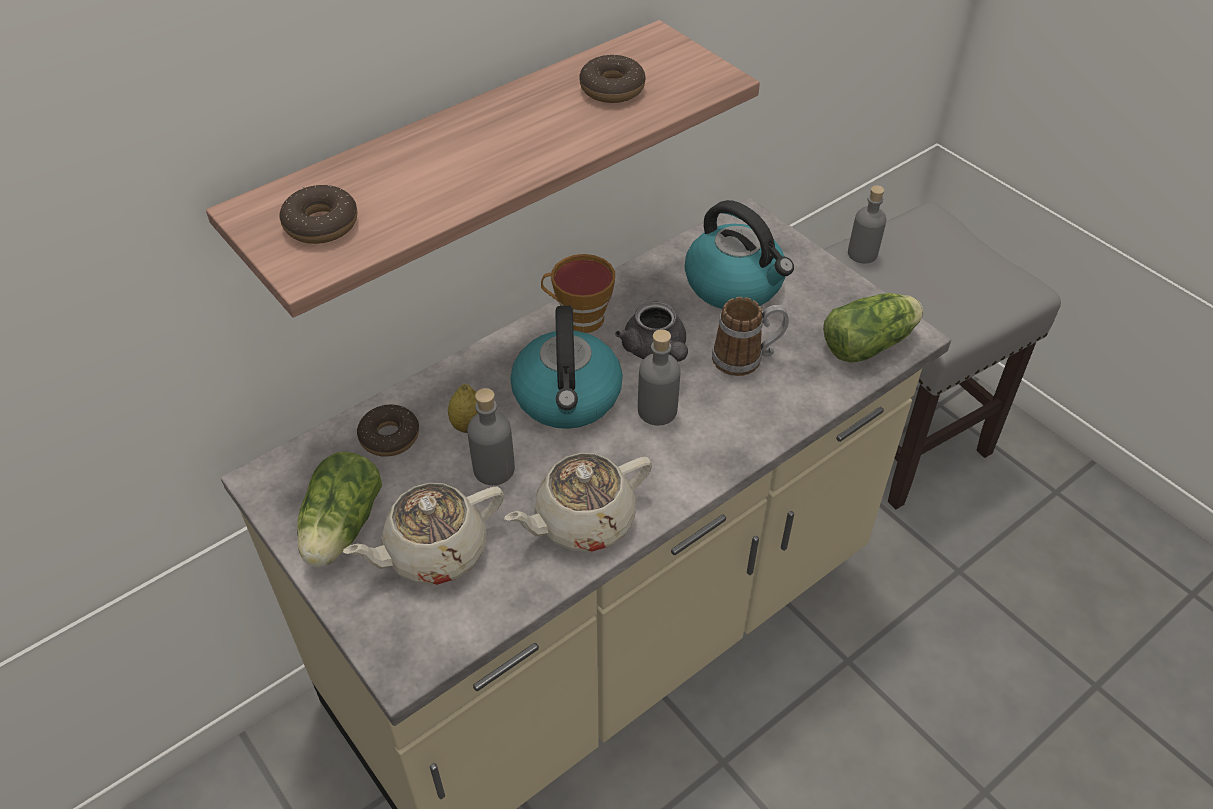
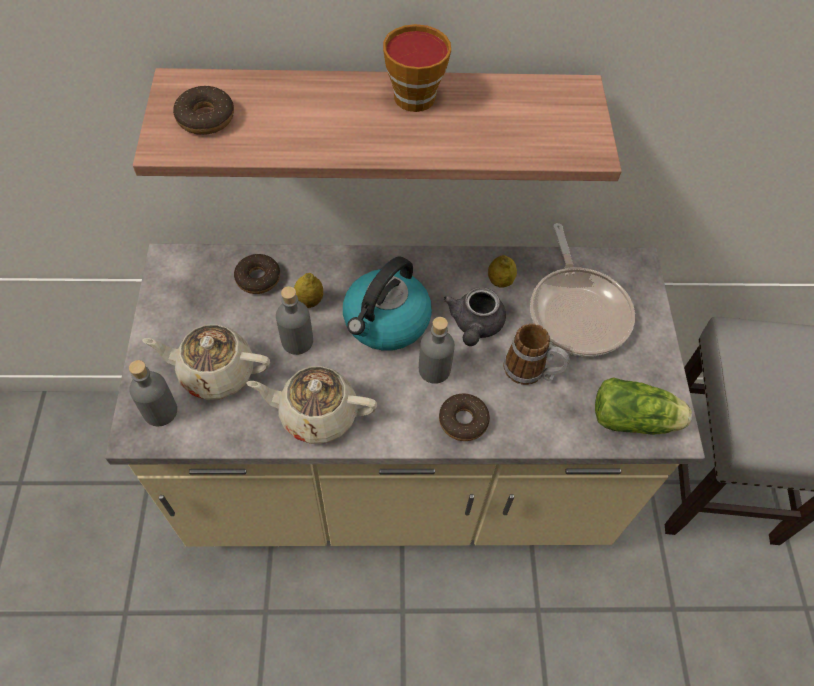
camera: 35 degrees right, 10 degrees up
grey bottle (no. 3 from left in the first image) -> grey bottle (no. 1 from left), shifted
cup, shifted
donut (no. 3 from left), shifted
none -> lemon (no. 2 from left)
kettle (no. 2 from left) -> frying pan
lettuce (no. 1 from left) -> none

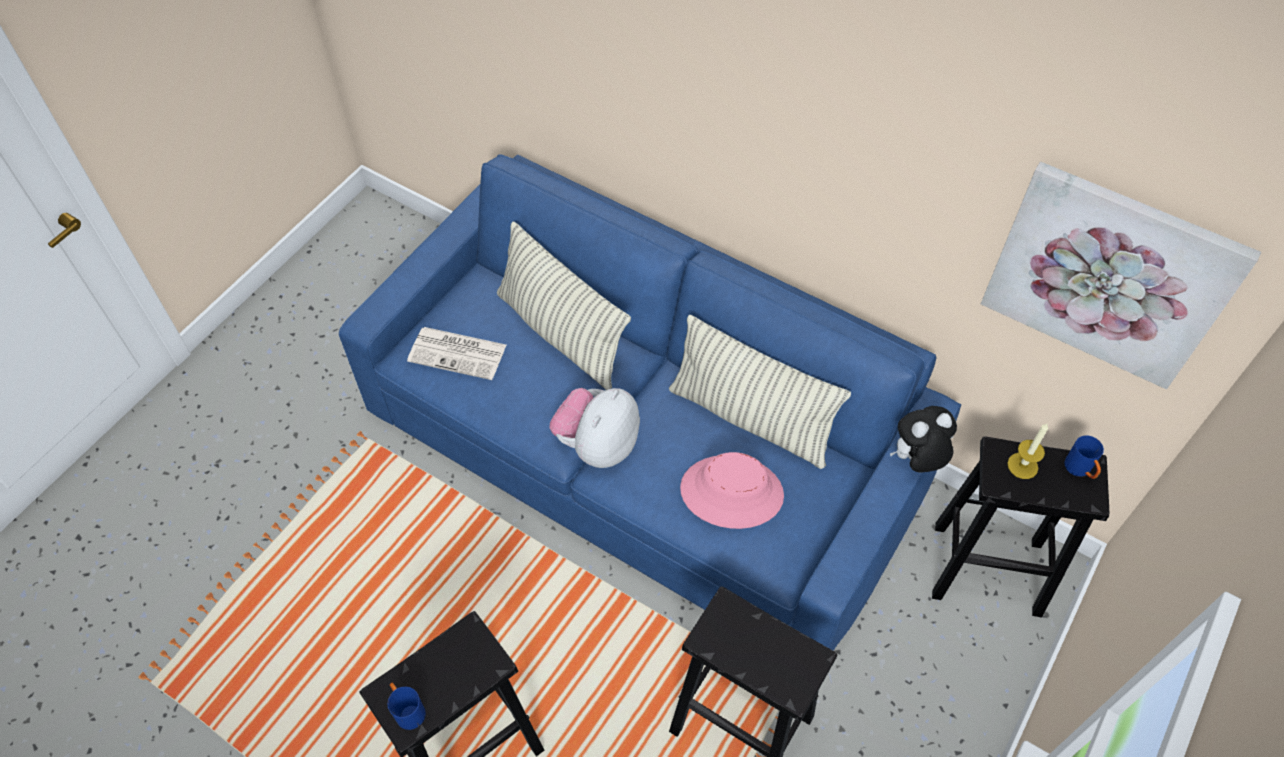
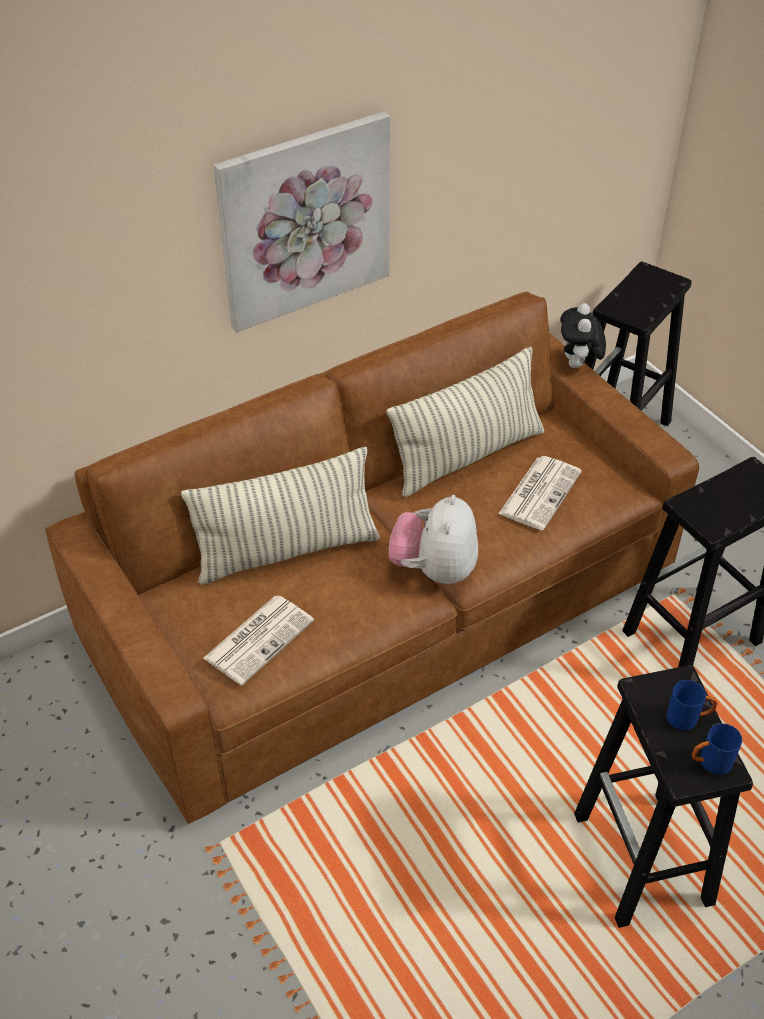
camera: 65 degrees left, 10 degrees down
blue sofa -> brown sofa
picture, shifted
plush toy (no. 1 from left), 45 degrees clockwise
pink hat -> newspaper (no. 2 from left)
blue mug (no. 2 from left in the first image) -> blue mug (no. 1 from left), shifted
candle -> none

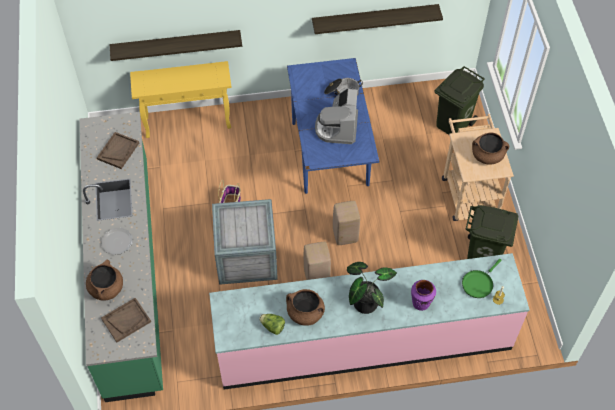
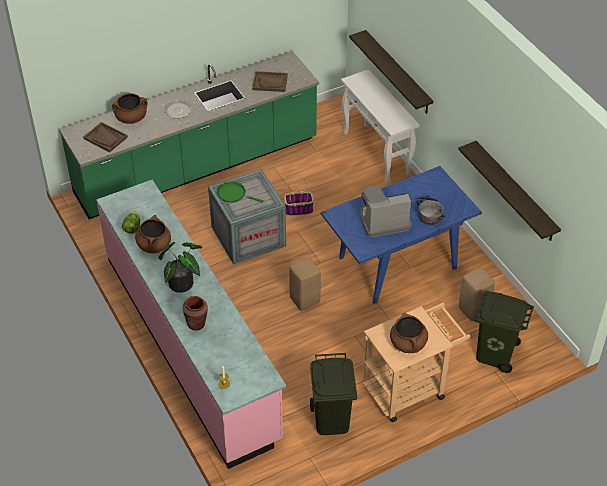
camera: 70 degrees right, 10 degrees down
purple vase -> brown vase
green frying pan, shifted
yellow console table -> white console table
beige stool (no. 1 from left in the first image) -> beige stool (no. 2 from left), shifted

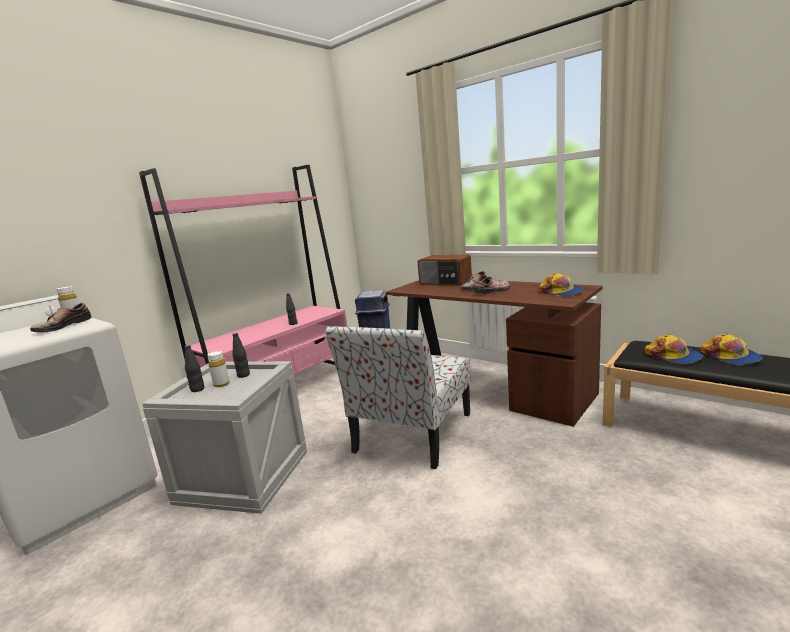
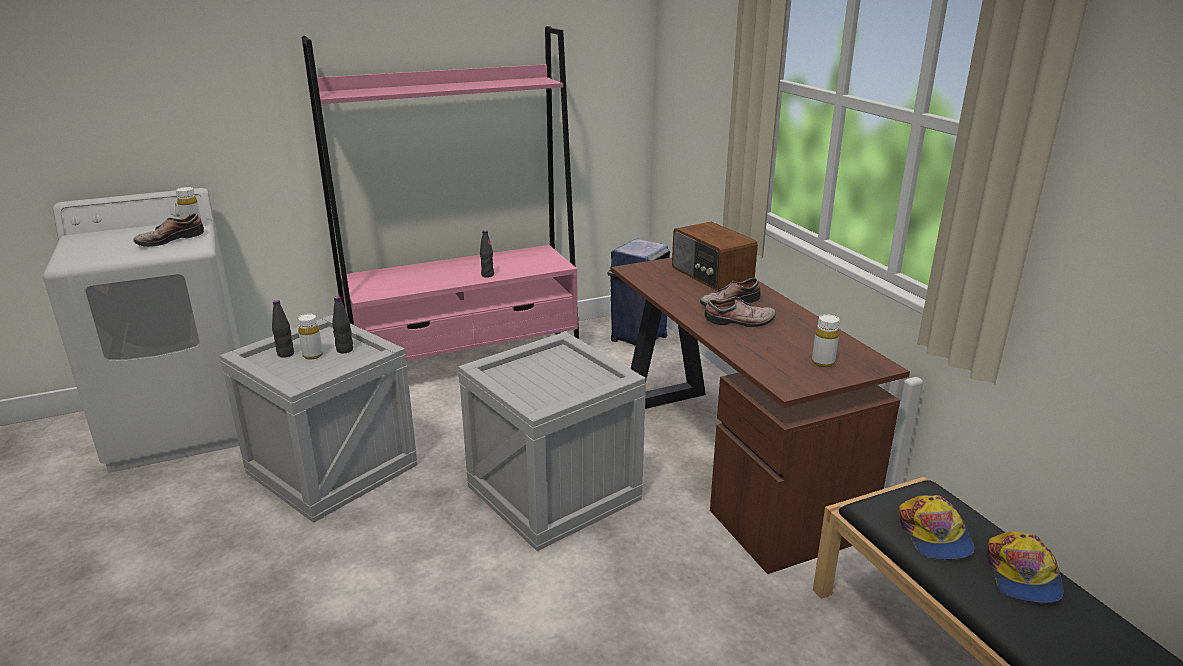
camera: 25 degrees right, 10 degrees up
chair -> crate (no. 2 from left)
cap (no. 1 from left) -> white bottle (no. 3 from left)

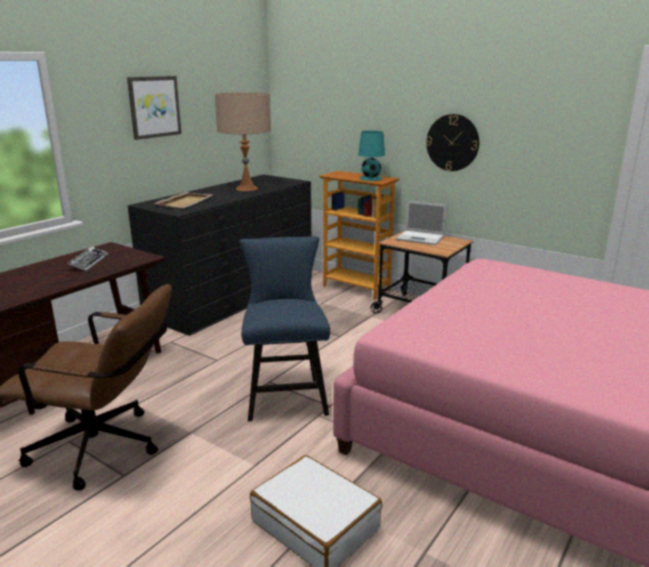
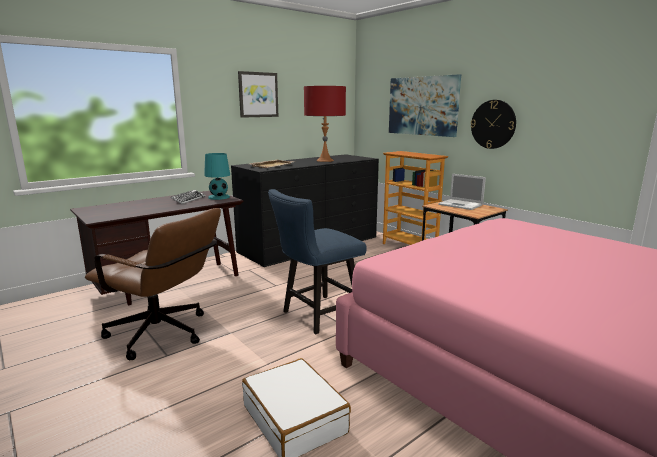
camera: 15 degrees right, 5 degrees down
turquoise table lamp, shifted
blue chair, 135 degrees counterclockwise
beige table lamp -> red table lamp
none -> picture (no. 2 from left)

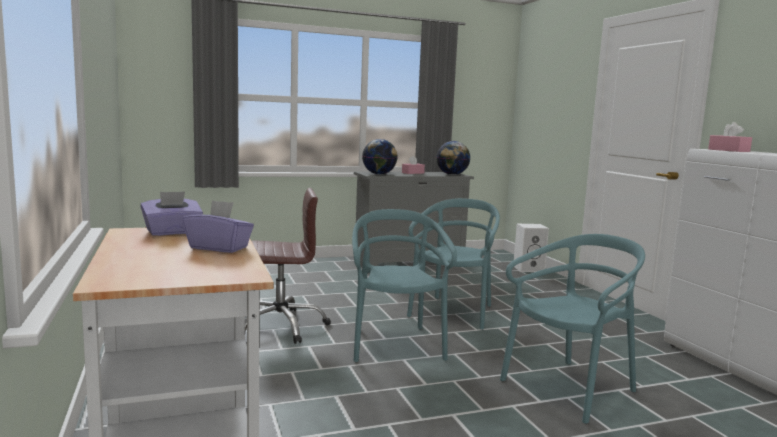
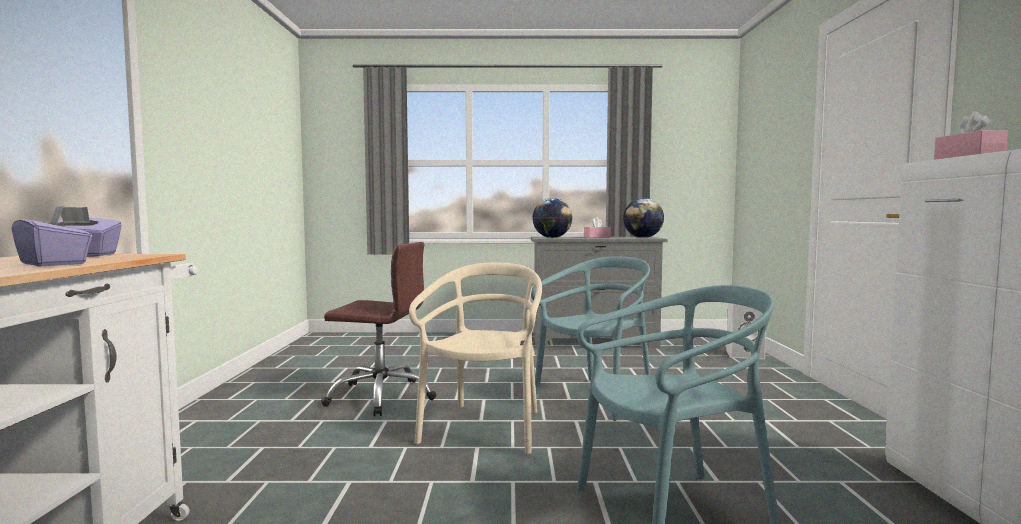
camera: 20 degrees right, 5 degrees down
turquoise chair (no. 1 from left) -> beige chair

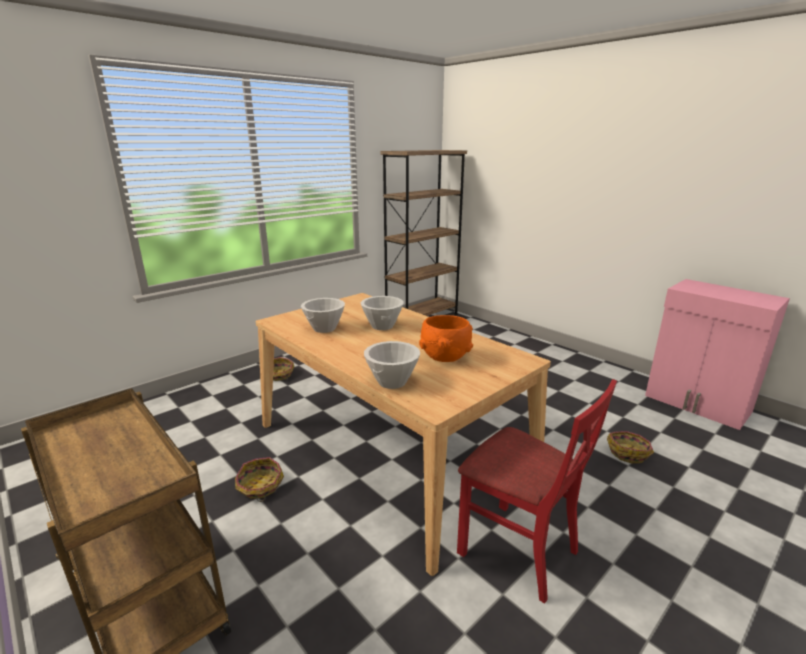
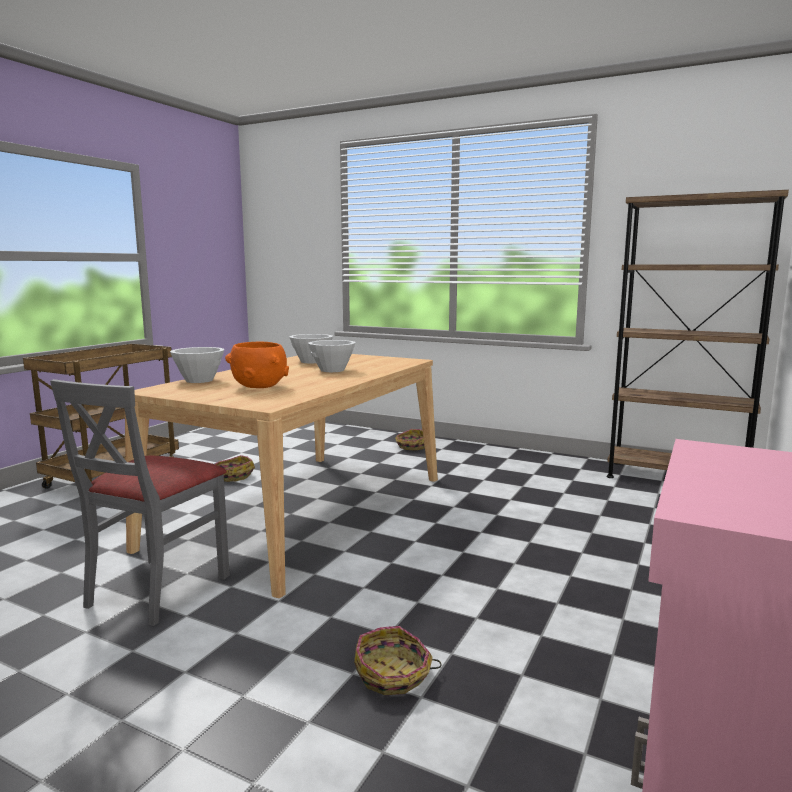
camera: 70 degrees right, 10 degrees down
red chair -> grey chair

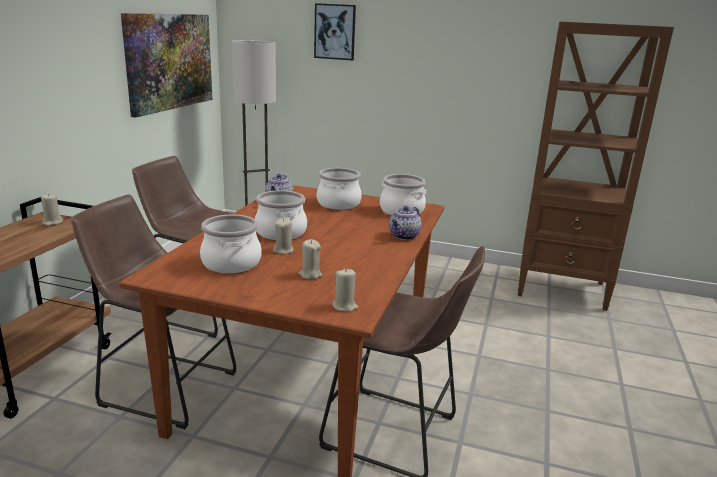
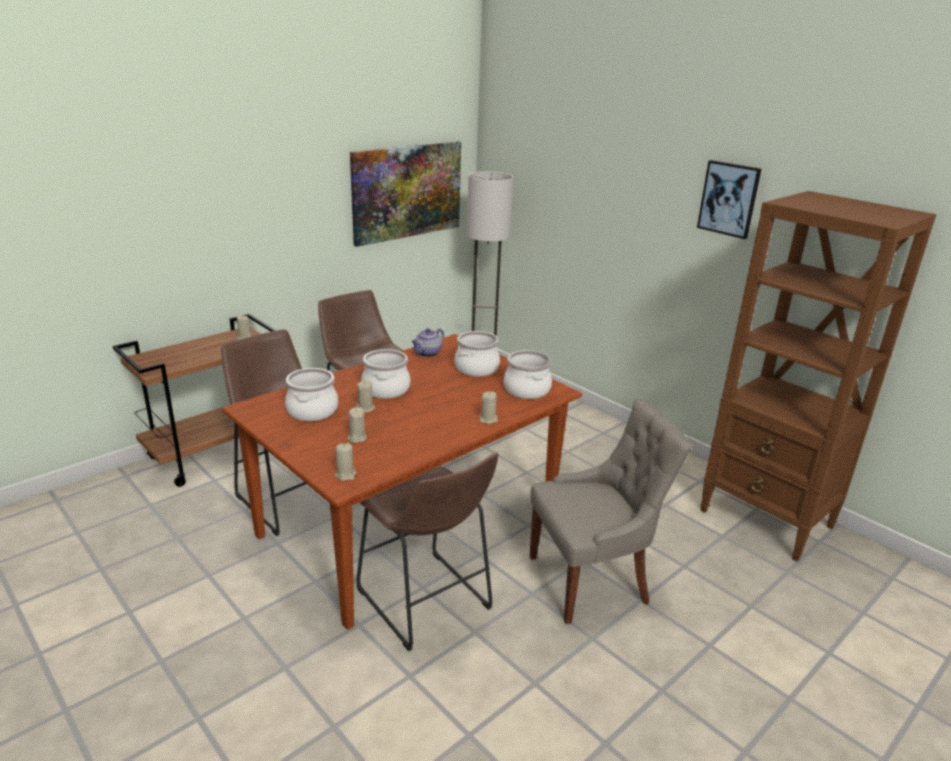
camera: 30 degrees right, 5 degrees up
teapot (no. 2 from left) -> beige candle (no. 5 from left)
none -> grey chair
picture (no. 2 from left), shifted

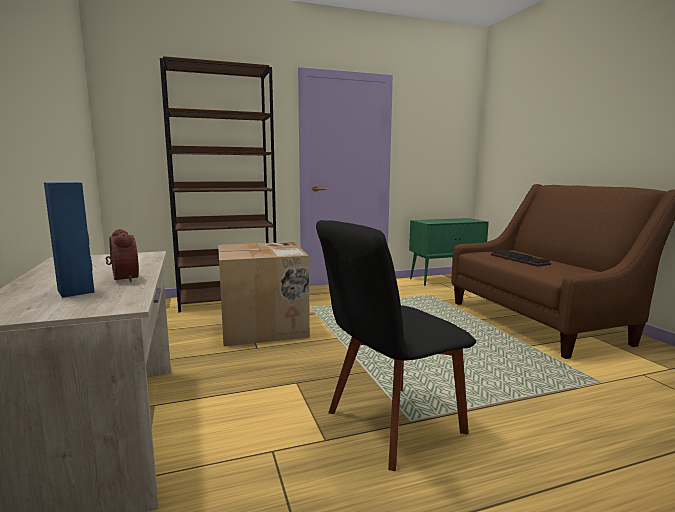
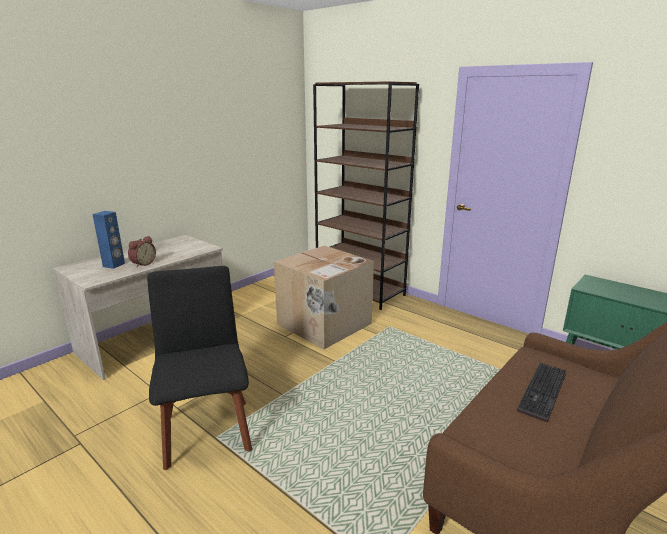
camera: 60 degrees right, 10 degrees up
black chair, 45 degrees clockwise

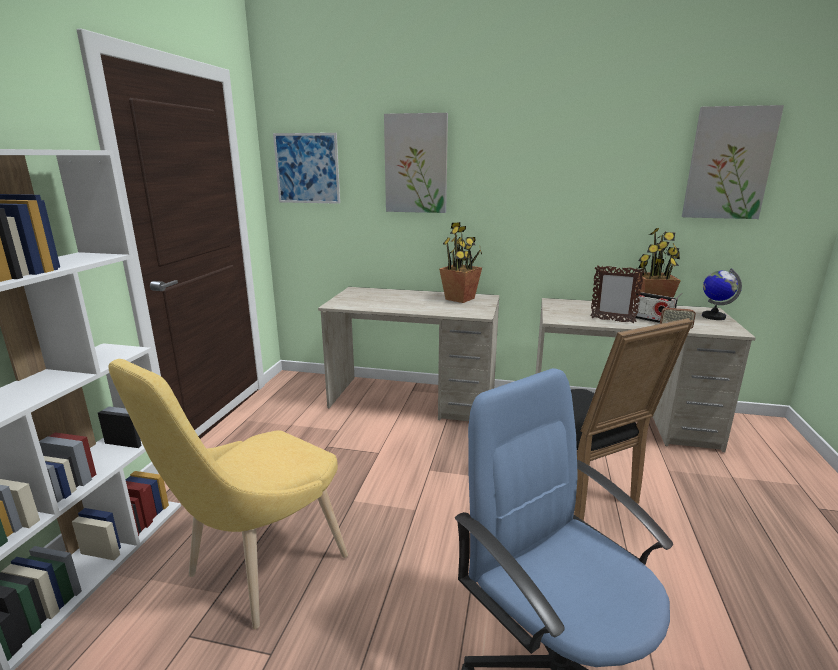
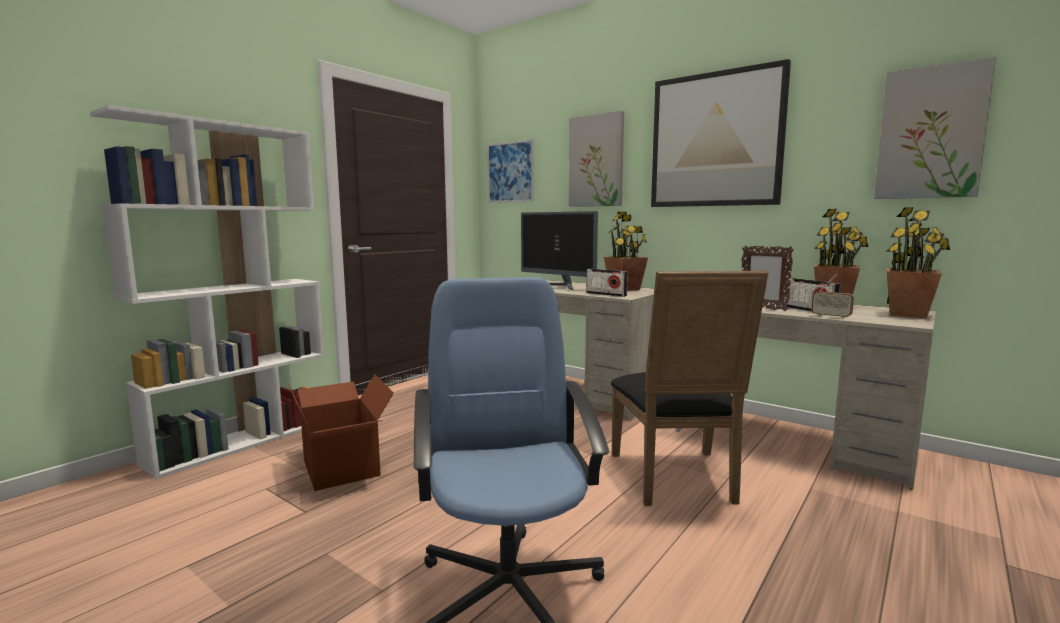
camera: 25 degrees right, 10 degrees down
yellow chair -> cardboard box
none -> monitor
none -> radio (no. 1 from left)
none -> picture (no. 3 from left)
globe -> potted plant (no. 3 from left)

